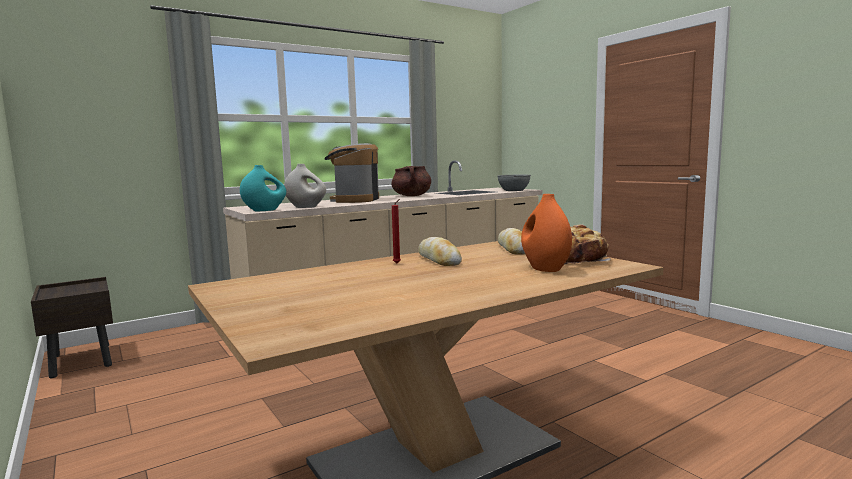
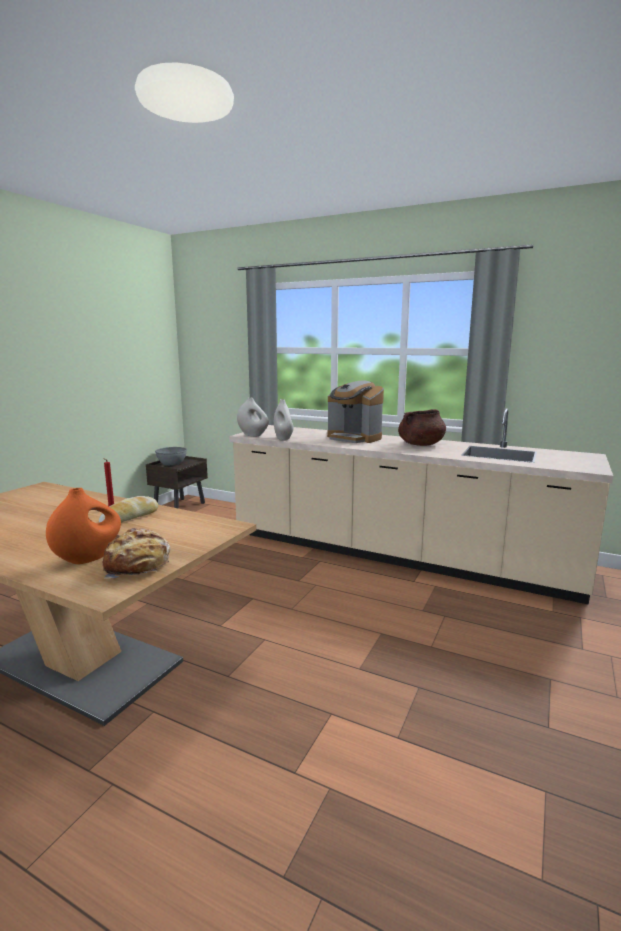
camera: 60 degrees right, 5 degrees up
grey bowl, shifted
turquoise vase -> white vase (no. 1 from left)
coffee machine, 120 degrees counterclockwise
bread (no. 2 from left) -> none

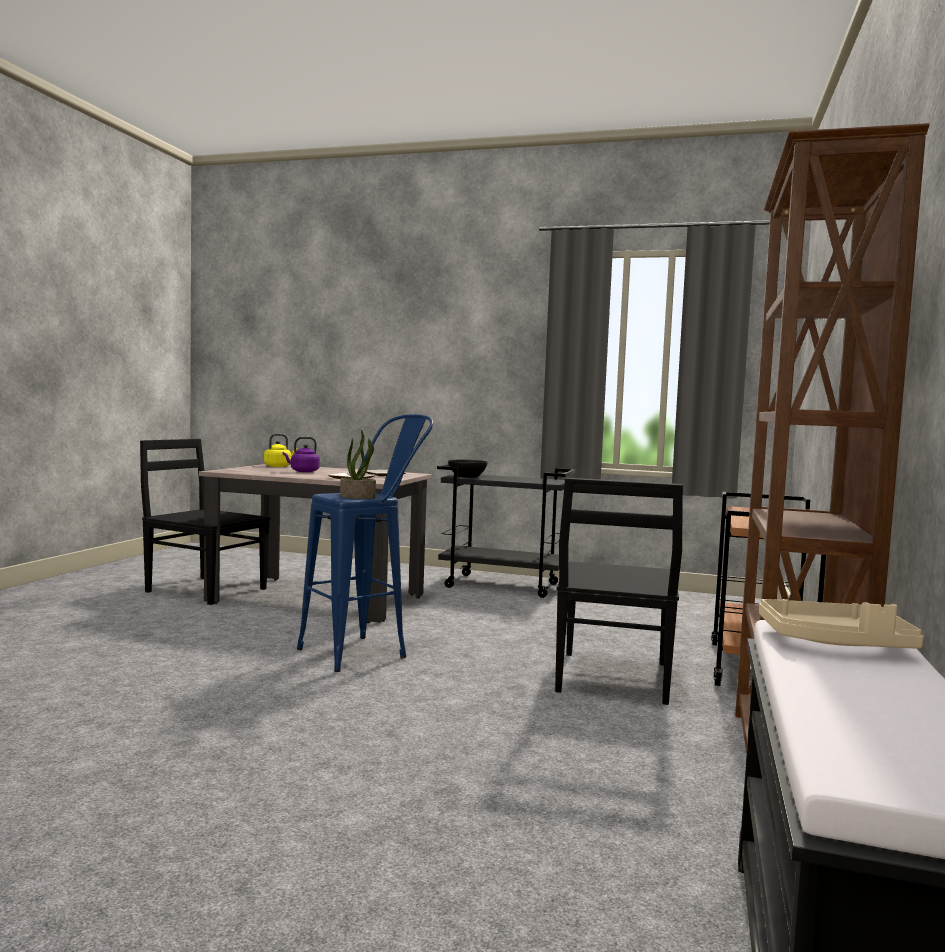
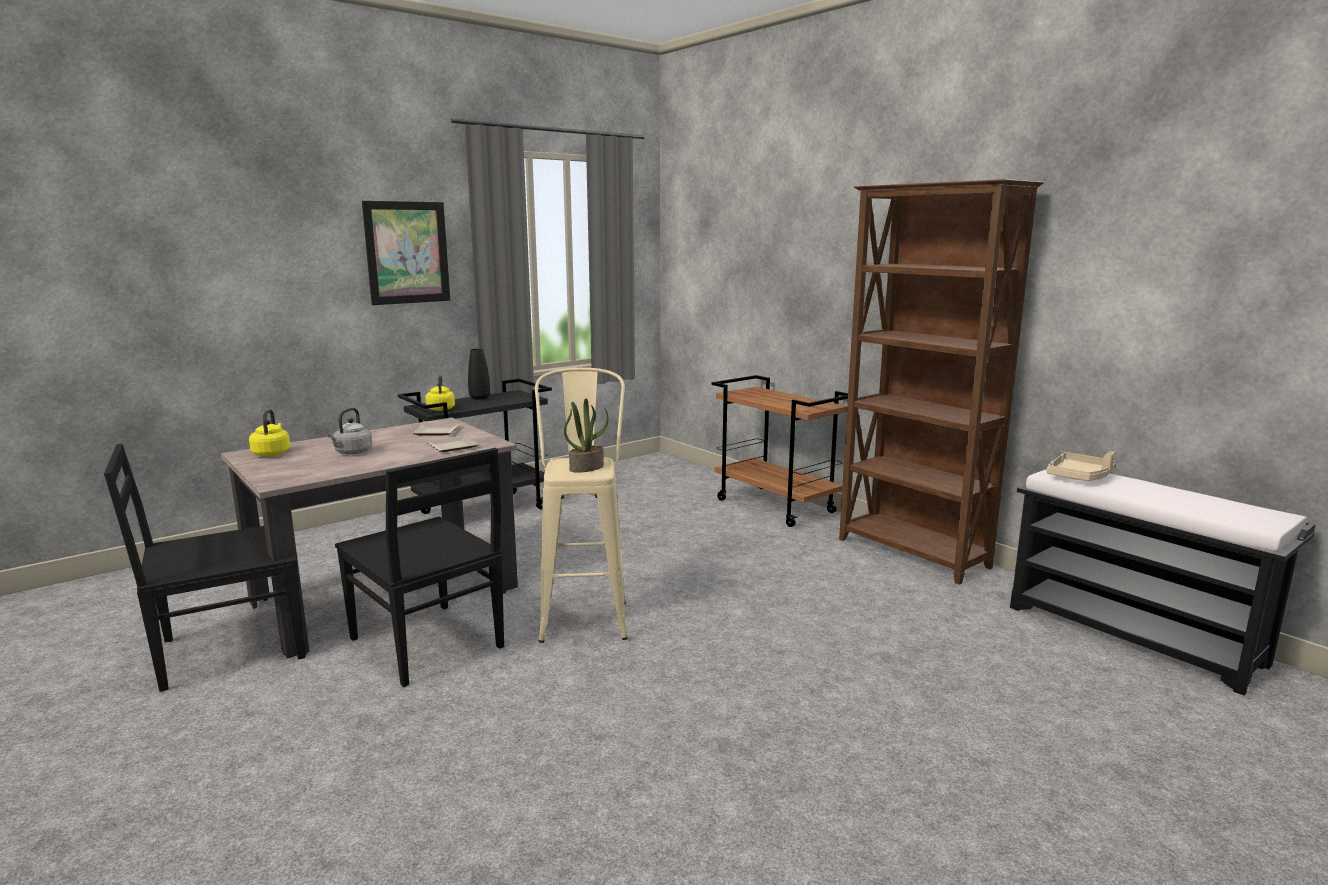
camera: 55 degrees left, 10 degrees up
purple kettle -> grey kettle
black chair (no. 2 from left), shifted
none -> picture
black bowl -> yellow kettle (no. 2 from left)
none -> black vase
blue stool -> beige stool

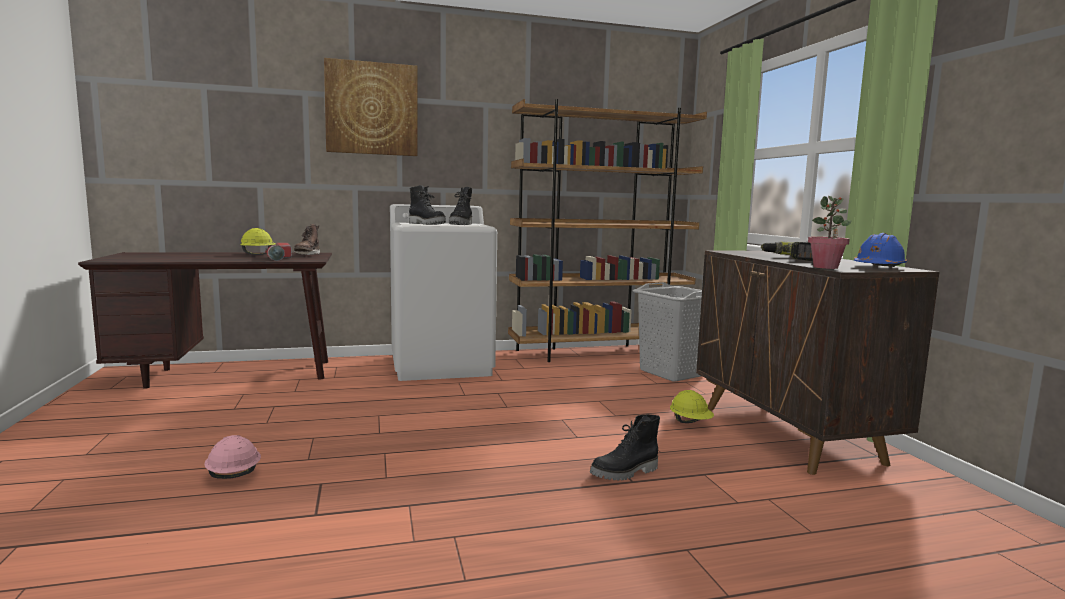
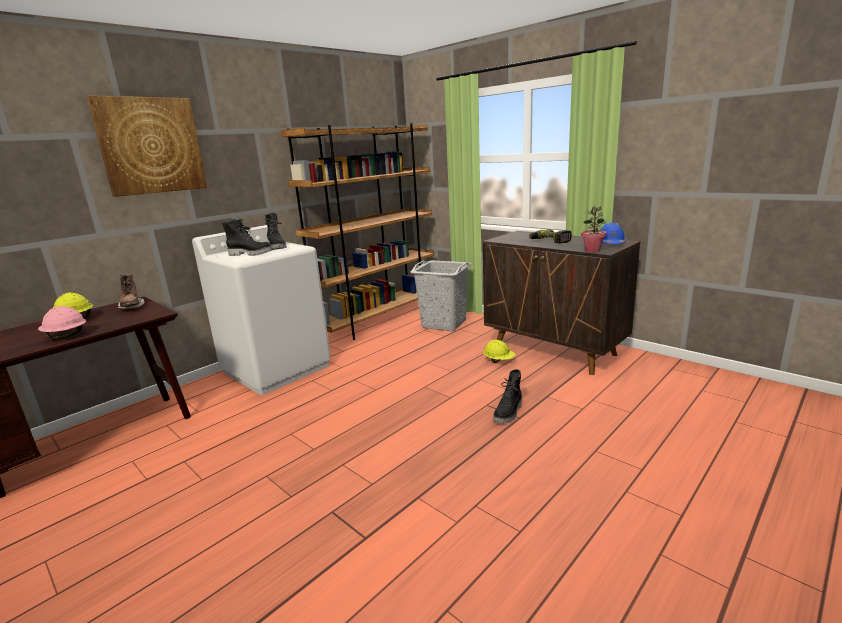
camera: 30 degrees left, 10 degrees up
pink hard hat, shifted
flashlight -> none

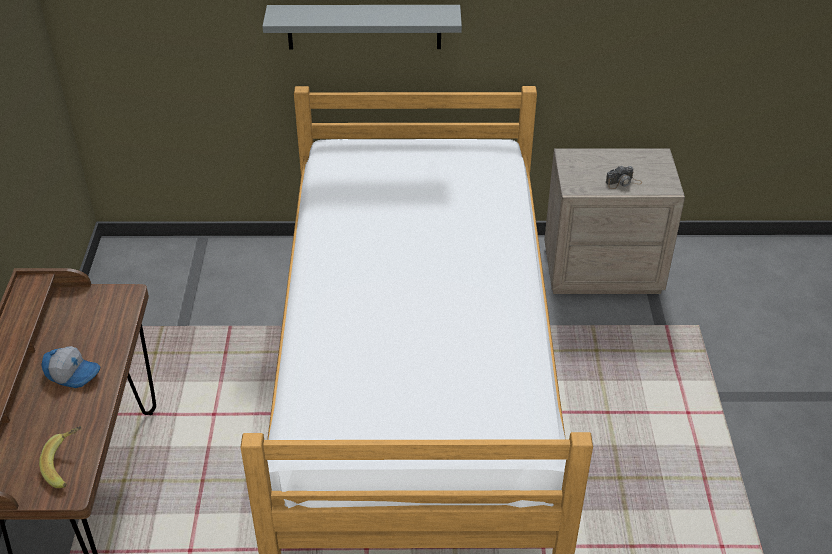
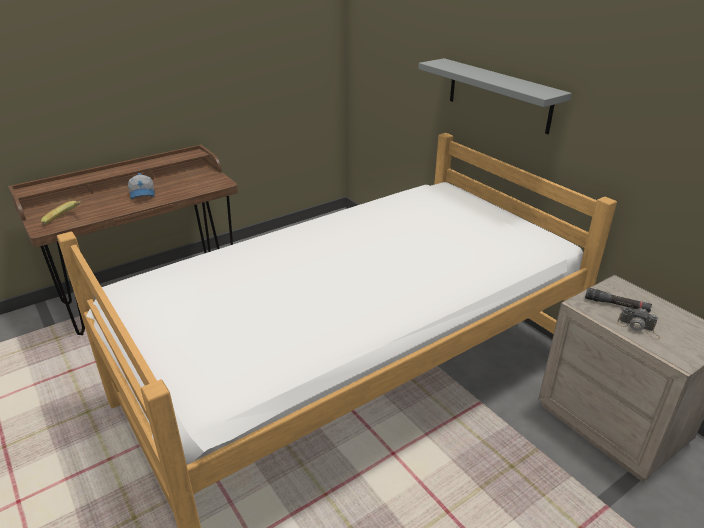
camera: 55 degrees right, 10 degrees down
none -> black flashlight

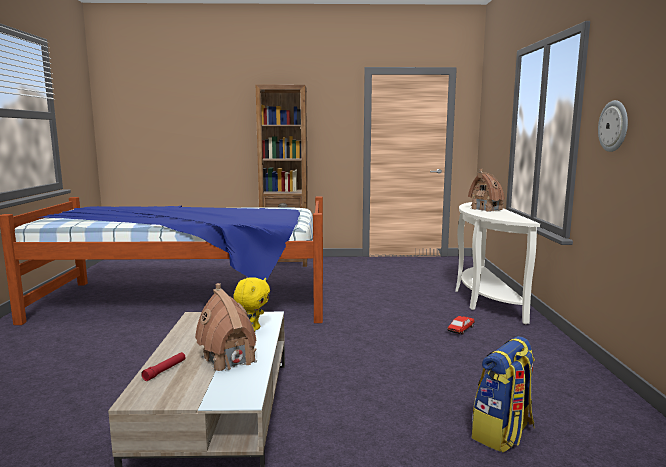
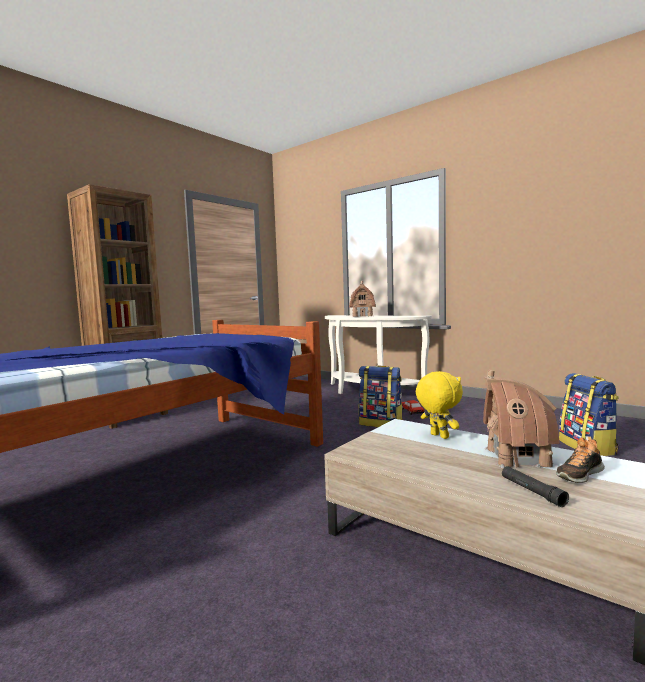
camera: 50 degrees left, 5 degrees down
none -> backpack (no. 1 from left)
red flashlight -> black flashlight
none -> shoe
wall clock -> none

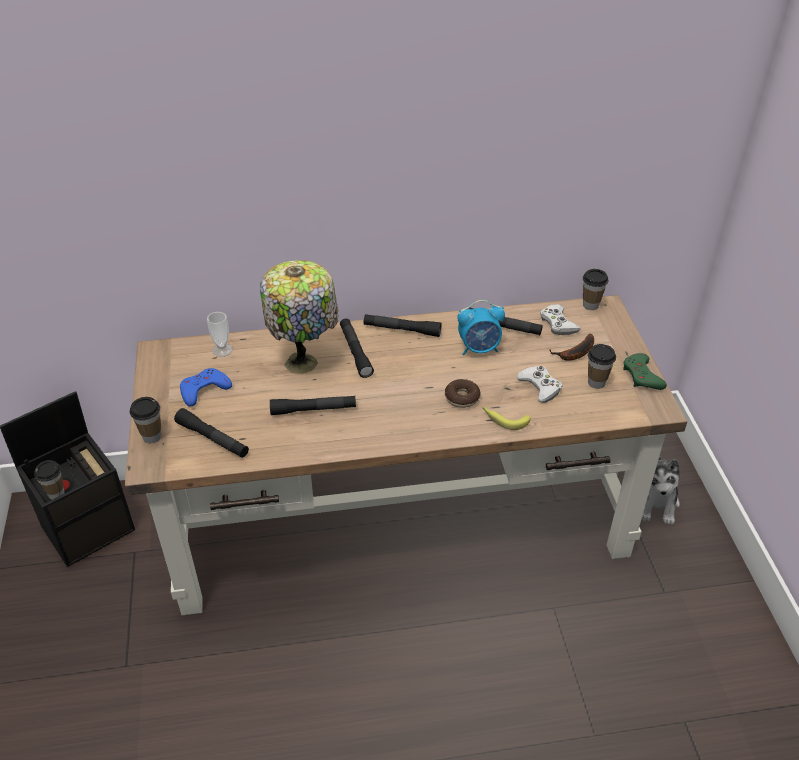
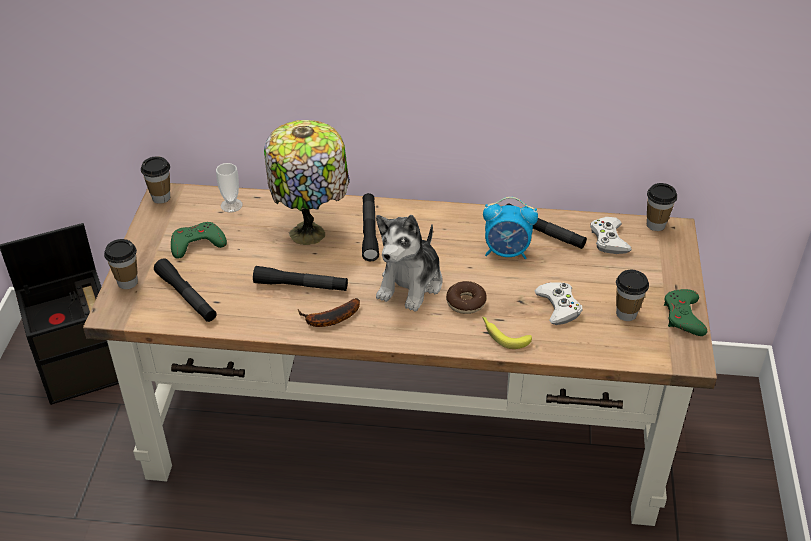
camera: 15 degrees right, 0 degrees up
cup (no. 1 from left in the first image) -> cup (no. 2 from left), shifted
blue game controller -> green game controller (no. 1 from left)
banana (no. 2 from left in the first image) -> banana (no. 1 from left), shifted
plush toy, shifted
black flashlight (no. 4 from left) -> none

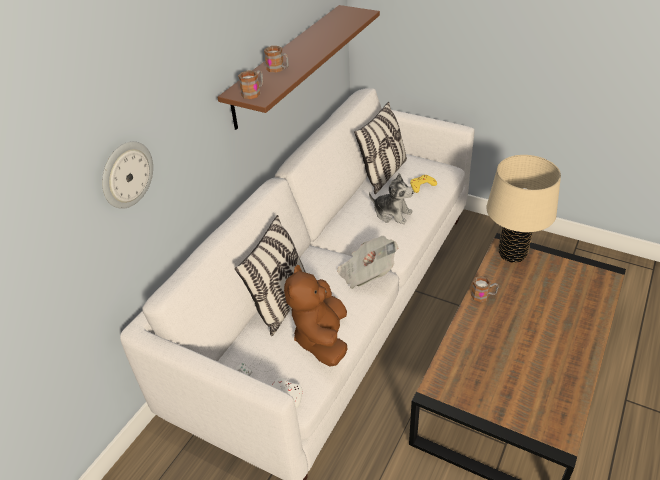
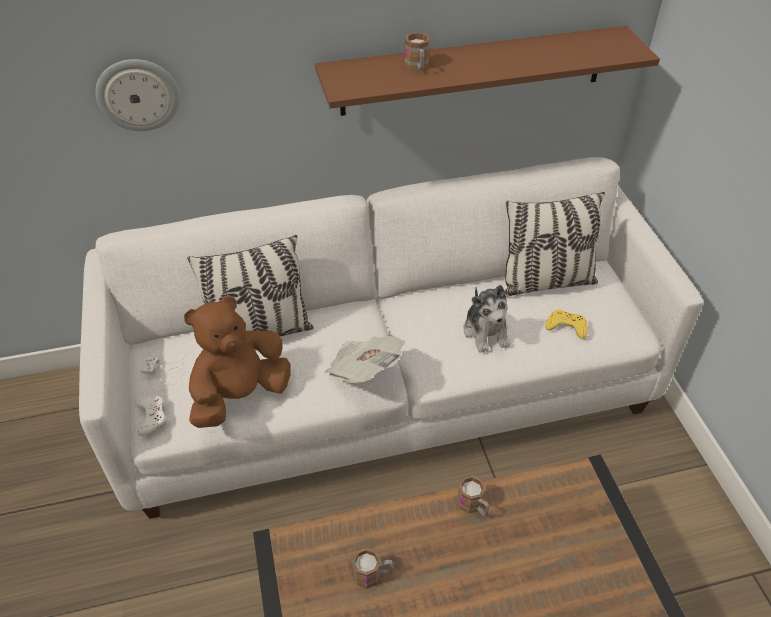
camera: 45 degrees right, 5 degrees up
mug (no. 1 from left), shifted
beige table lamp -> none

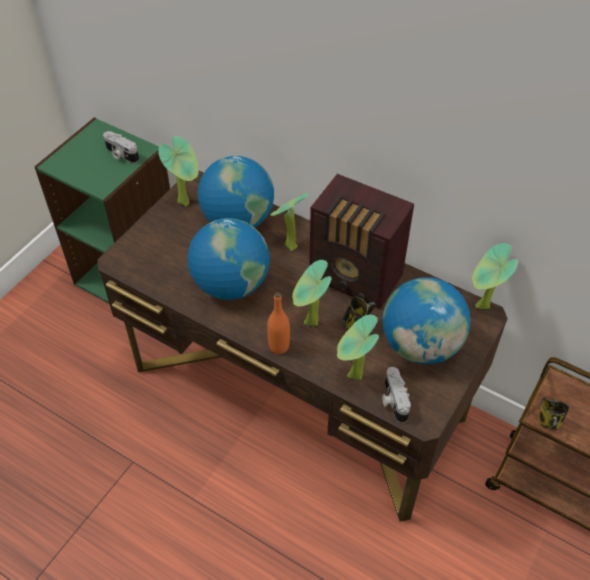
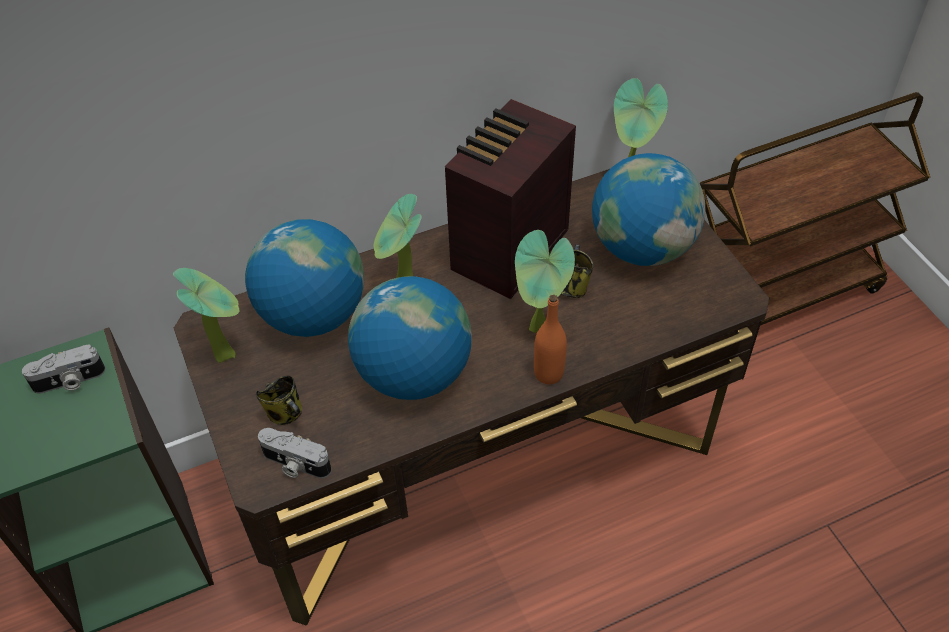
camera: 55 degrees left, 0 degrees up
mug (no. 2 from left in the first image) -> mug (no. 1 from left), shifted
photo camera (no. 2 from left), shifted
radio, 150 degrees clockwise
potted plant (no. 4 from left) -> none

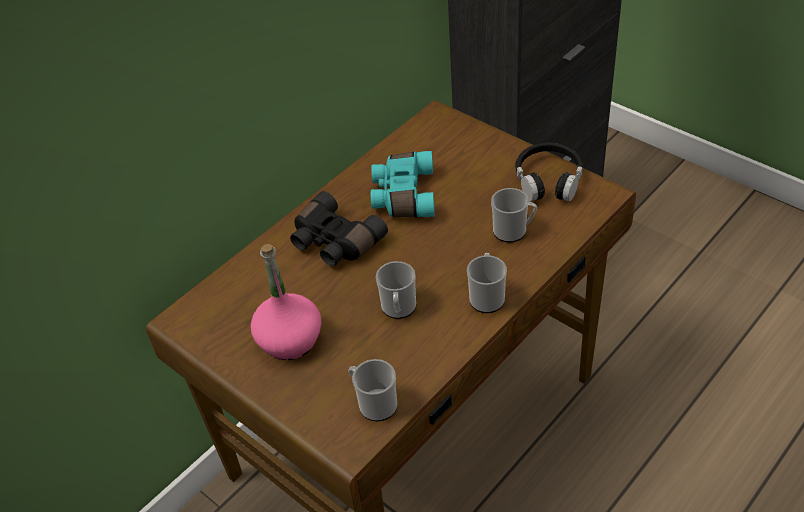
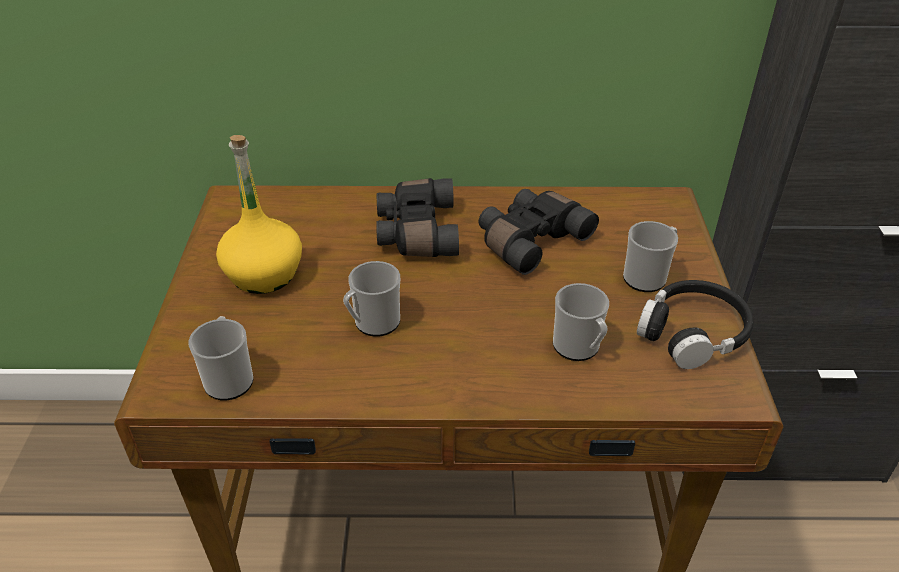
camera: 45 degrees right, 5 degrees down
pink bottle -> yellow bottle
turquoise binoculars -> black binoculars (no. 2 from left)
mug (no. 3 from left in the first image) -> mug (no. 4 from left), shifted

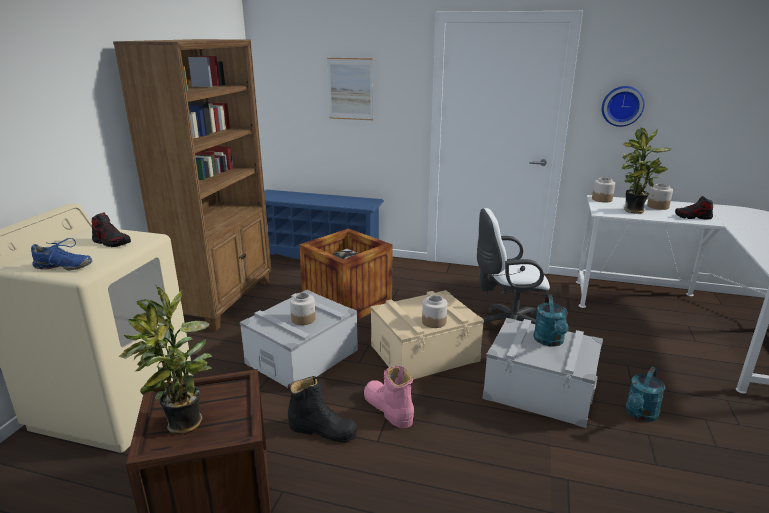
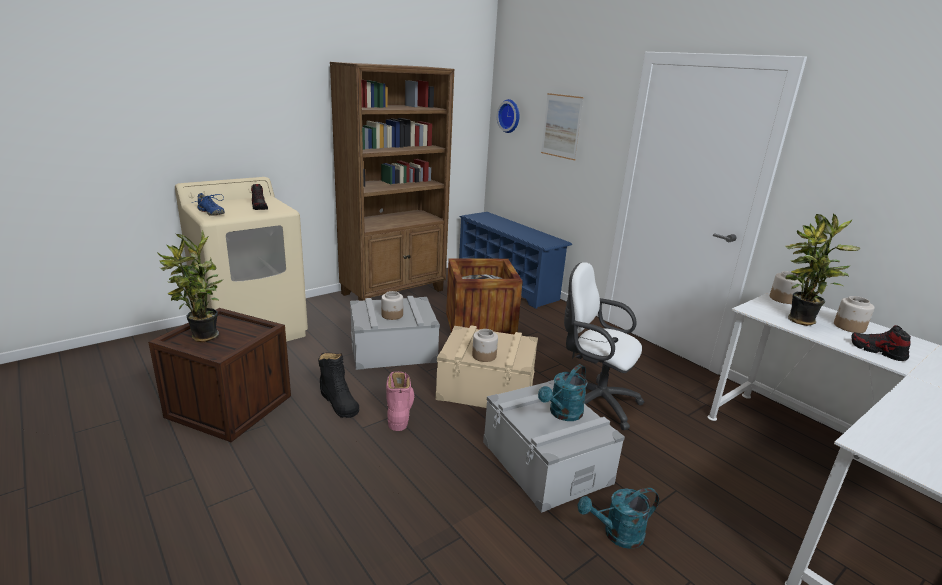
camera: 35 degrees right, 0 degrees up
wall clock, shifted

